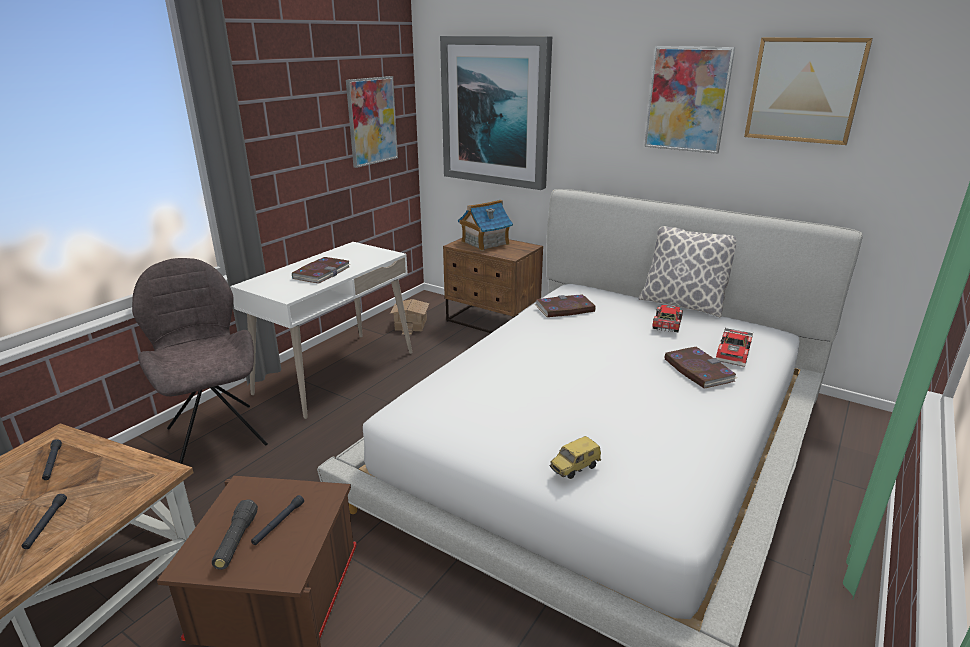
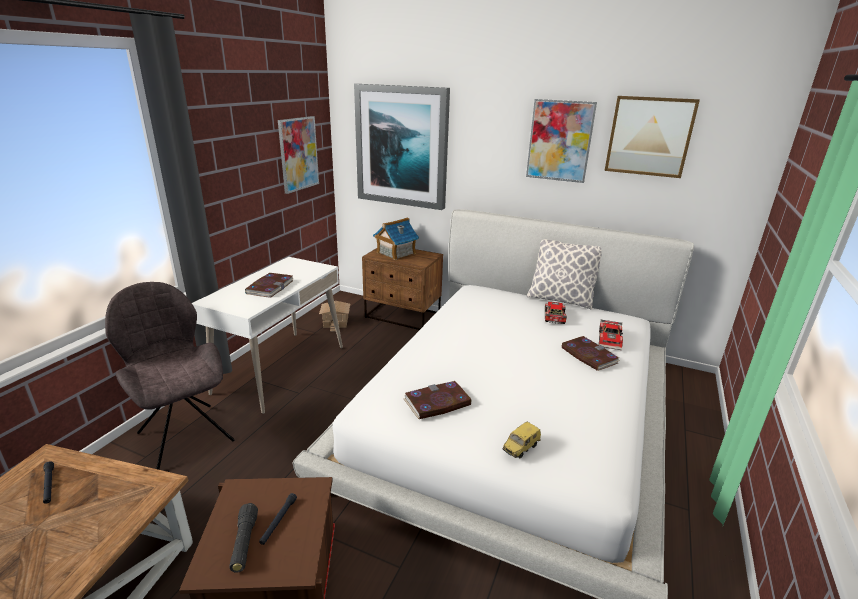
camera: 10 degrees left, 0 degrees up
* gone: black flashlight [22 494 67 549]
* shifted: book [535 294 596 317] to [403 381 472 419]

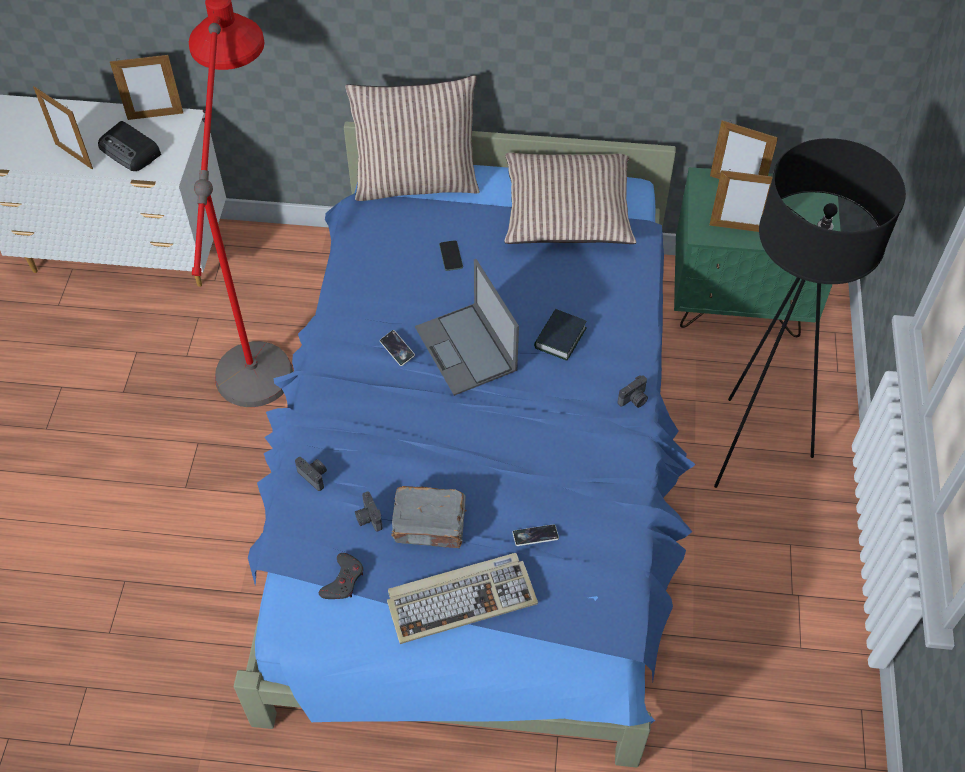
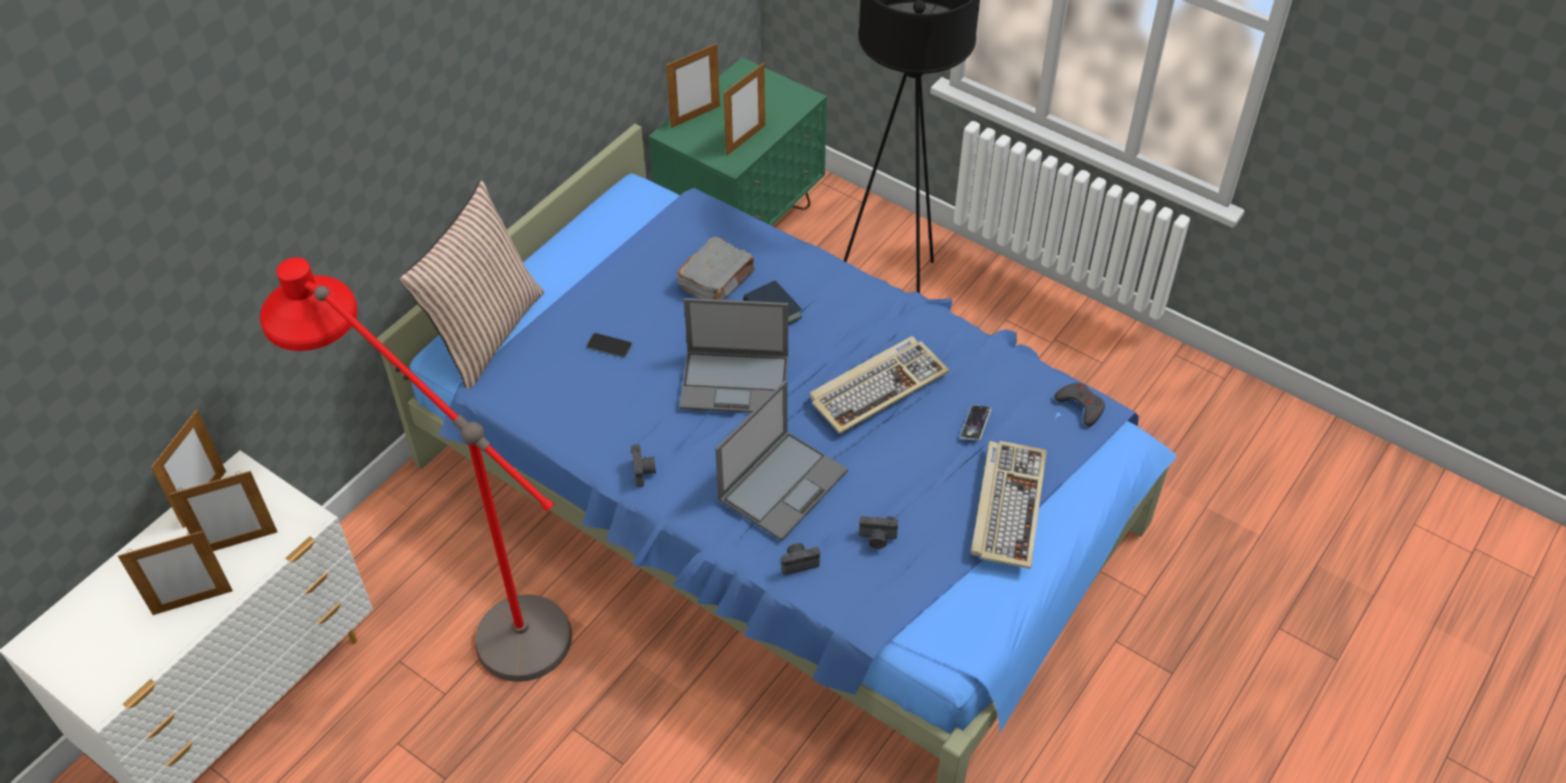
camera: 60 degrees left, 5 degrees down
* gone: phone [380 330 415 366]
* gone: pillow [505 153 636 244]
* new: laptop [715 380 848 541]
* new: keyboard [810 336 949 434]
* shifted: grey game controller [319 553 363 599] to [1054 383 1105 426]
* shifted: grey book [391 486 466 548] to [677 237 755 300]
* shifted: photo camera [617 375 648 408] to [631 444 656 487]
* swapped: radio [98 121 161 171] to picture frame [169 471 278 551]

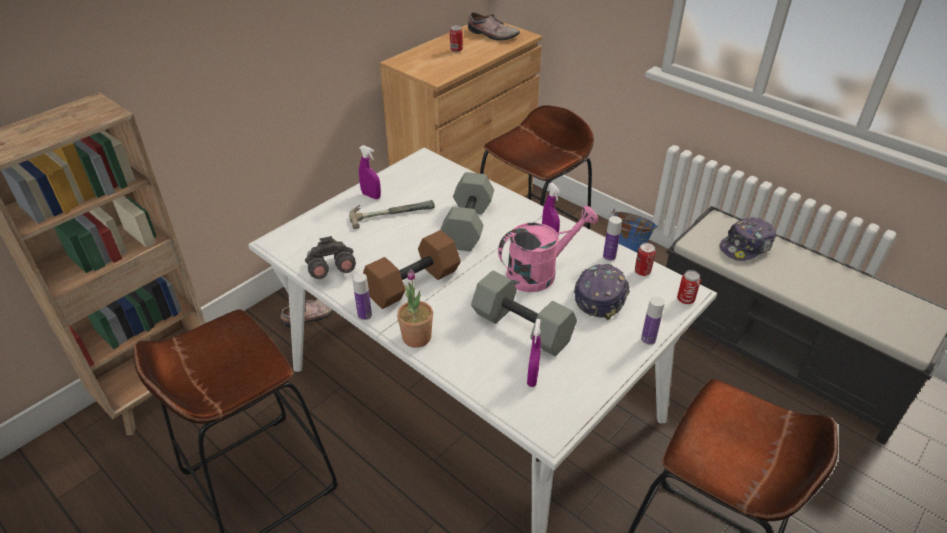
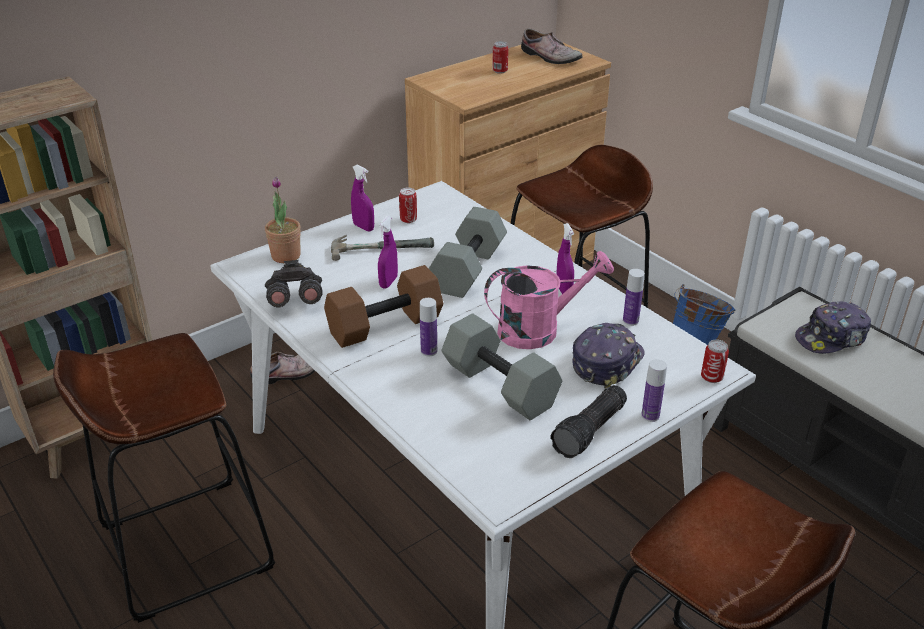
camera: 10 degrees right, 5 degrees down
* new: flashlight [550 385 627 458]
* shifted: bottle [353 273 372 321] to [420 298 437 356]
* shifted: potted plant [397 269 433 348] to [265 177 301 263]
* shifted: purple spray bottle [527 319 541 387] to [378 216 398 288]
* shifted: can [635 243 656 276] to [399 188 417 223]

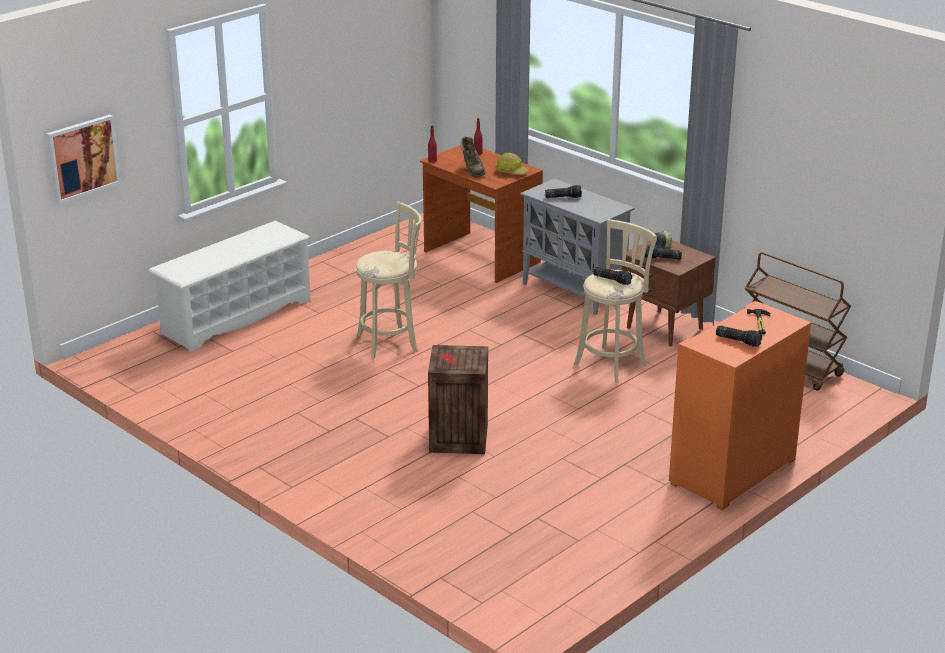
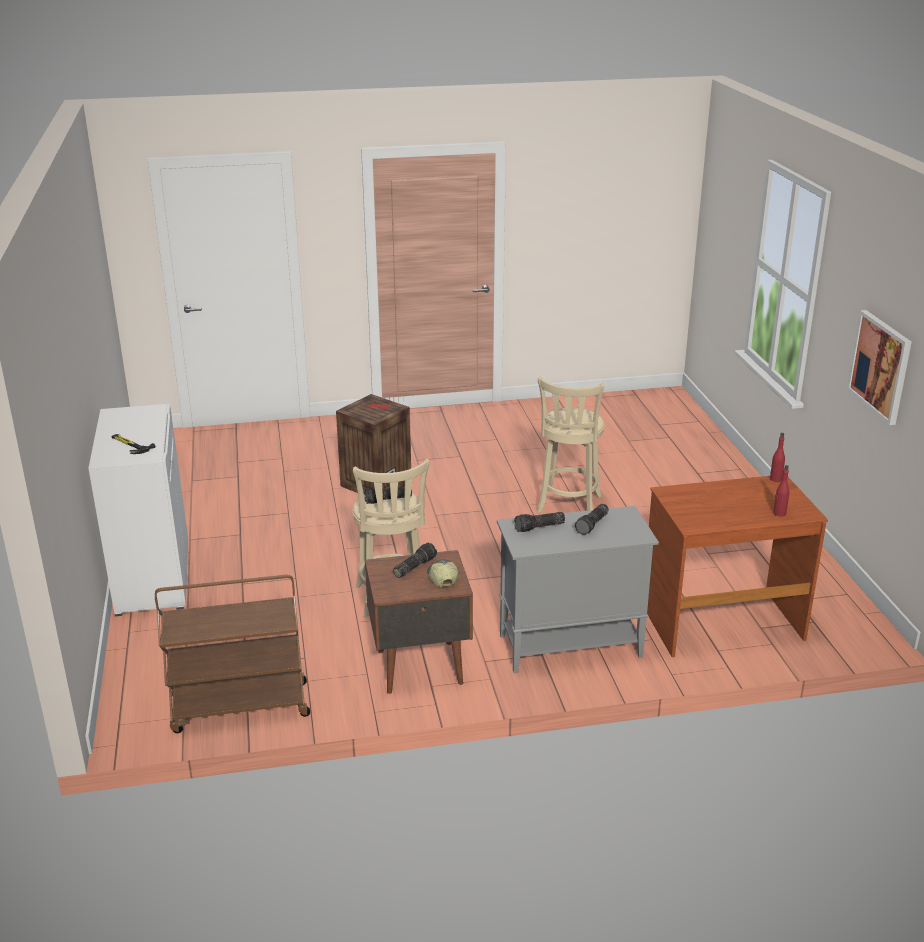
camera: 125 degrees right, 0 degrees up
* gone: white shoe rack [148 221 311 352]
* gone: brown boot [460 136 486 178]
* gone: hard hat [496 152 529 175]
* shifted: picture [47 115 121 204] to [847 310 912 425]
* shifted: flashlight [716 325 762 347] to [514 512 565 532]
* repainted: orange cabinet [669 301 811 510] to white cabinet [88 404 188 617]

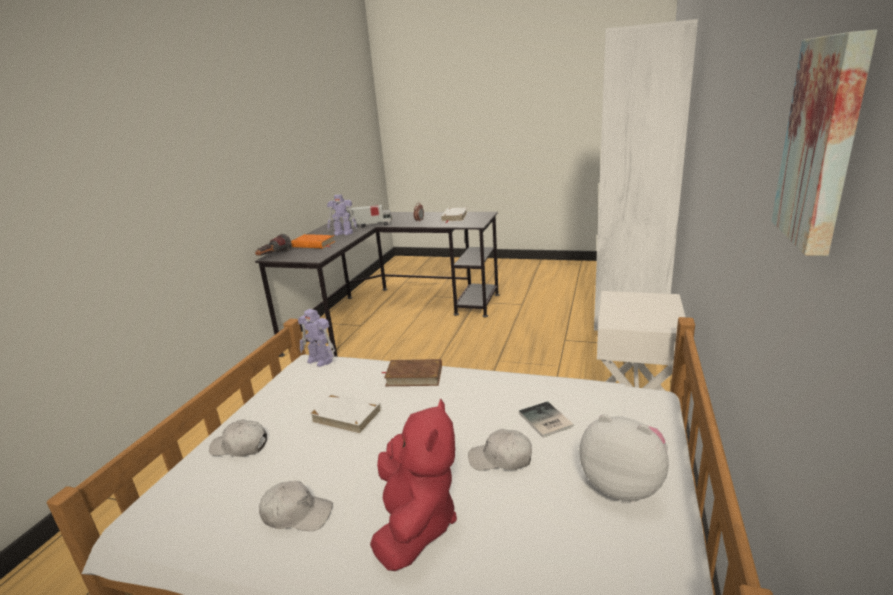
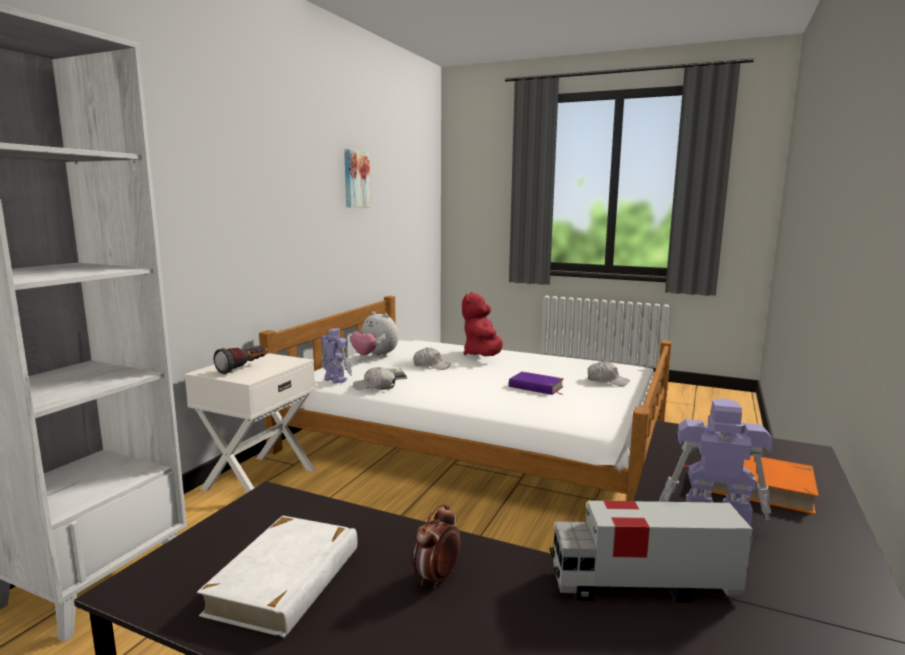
camera: 175 degrees left, 10 degrees down
* gone: brown book [382 359 442 386]
* shifted: flashlight [255 234 292 256] to [214 347 268 374]
* shifted: white cap [259 481 333 531] to [353 367 396 390]
* shifted: toy robot [298 309 335 367] to [321 328 352 383]
* repainted: white book [309 393 382 435] to purple book [509 372 564 395]

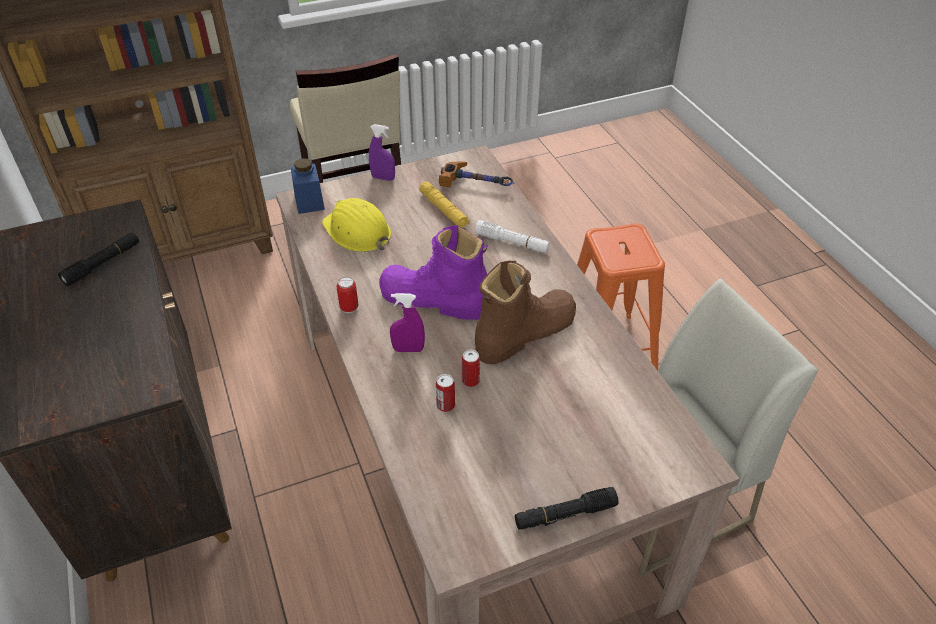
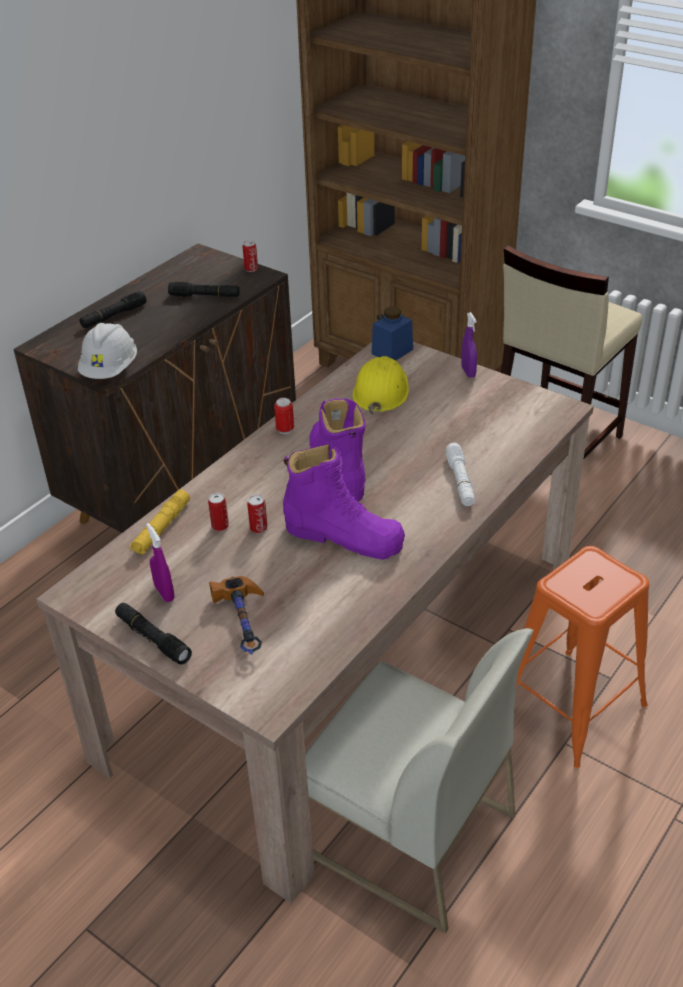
camera: 60 degrees right, 5 degrees down
* new: white hard hat [78 323 137 379]
* new: black flashlight [80 291 147 328]
* new: can [243 240 258 272]
* shifted: purple spray bottle [390 293 425 352] to [146 523 175 602]
* shifted: yellow flashlight [419 182 470 228] to [129 490 190 554]
* shifted: hammer [439 162 515 187] to [209 576 264 655]
* repainted: brown boot [475 261 576 364] to purple boot [283 444 405 560]

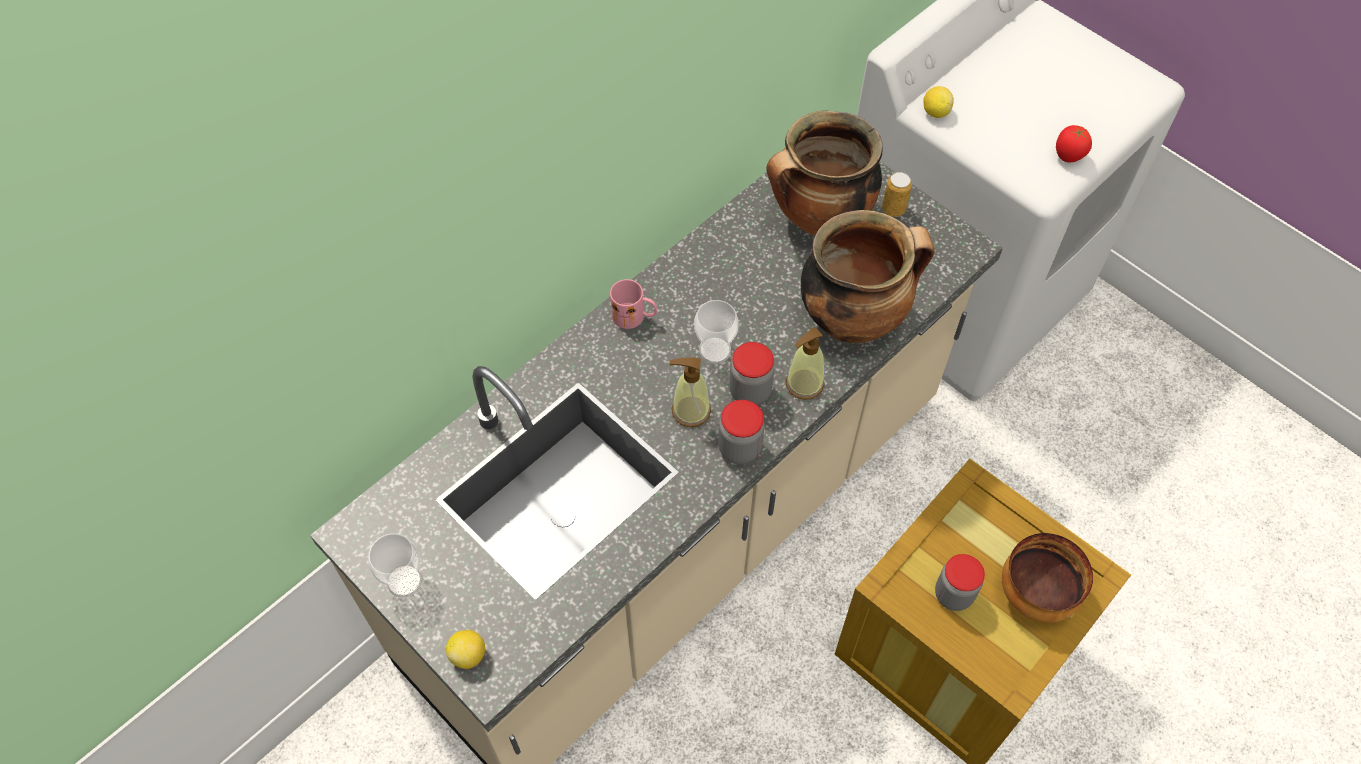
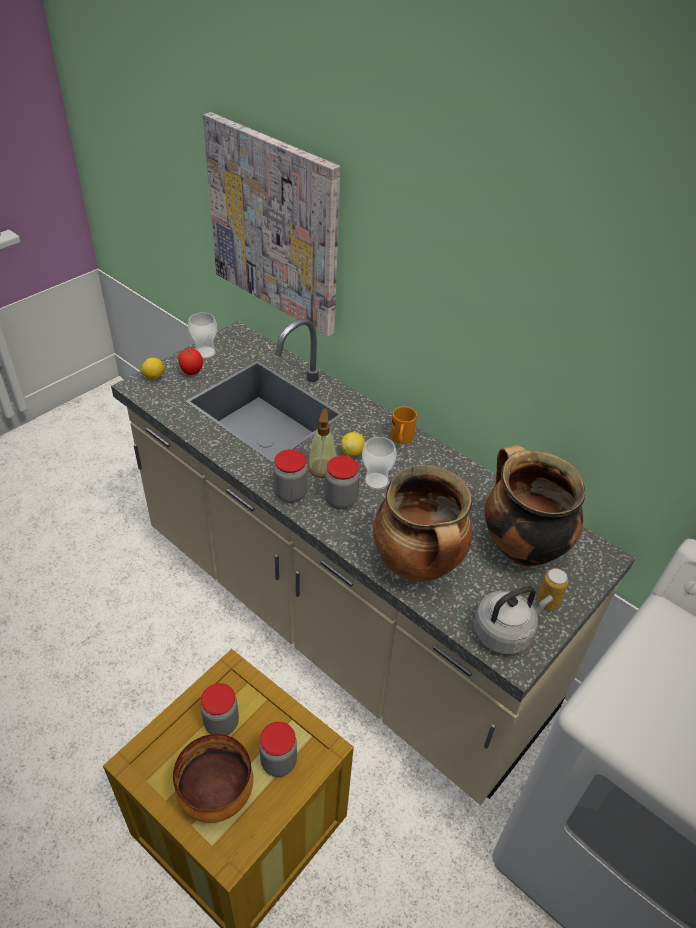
camera: 85 degrees right, 15 degrees down
* gone: soap dispenser [786 327 825 400]
* new: picture [203 112 340 337]
* new: jar [259 722 297 777]
* new: grey kettle [474 586 553 654]
* shifted: lemon [923 86 954 118] to [341 432 365 457]
* shifted: tomato [1056 125 1092 162] to [178 348 203 375]
* repainted: pink mug [610 279 658 329] to orange mug [390 407 417 444]

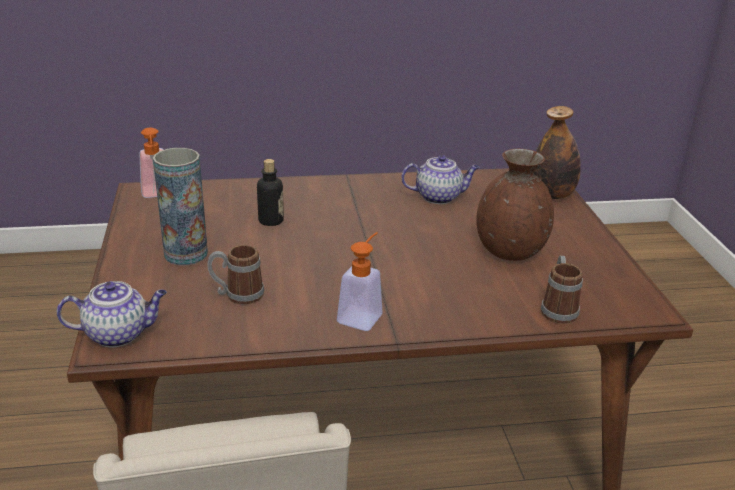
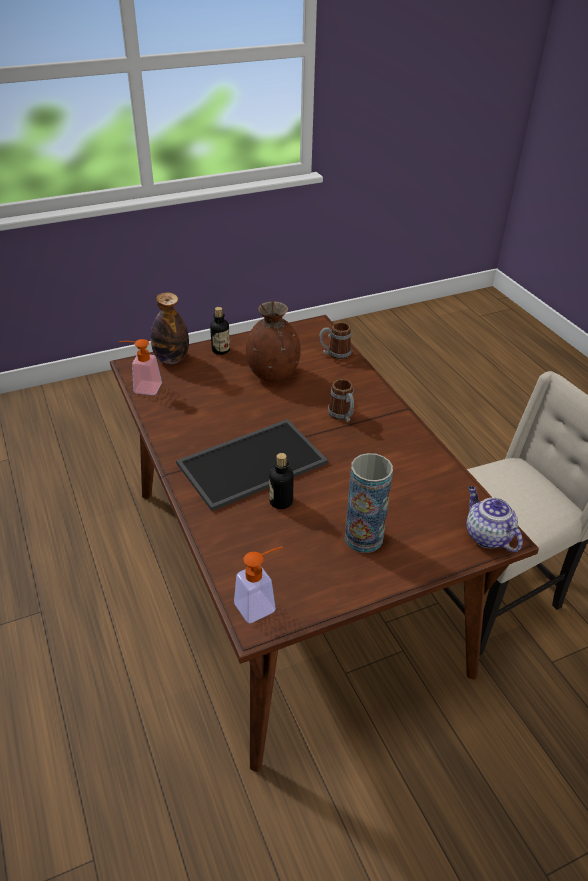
camera: 105 degrees left, 10 degrees up
* gone: teapot [401 155 480 204]
* new: tray [176 419 328 511]
* new: bottle [210 307 230 355]
* shifted: mug [207 245 264 305] to [328 379 354 422]
* shifted: soap dispenser [337 232 382 331] to [119 339 162 395]

